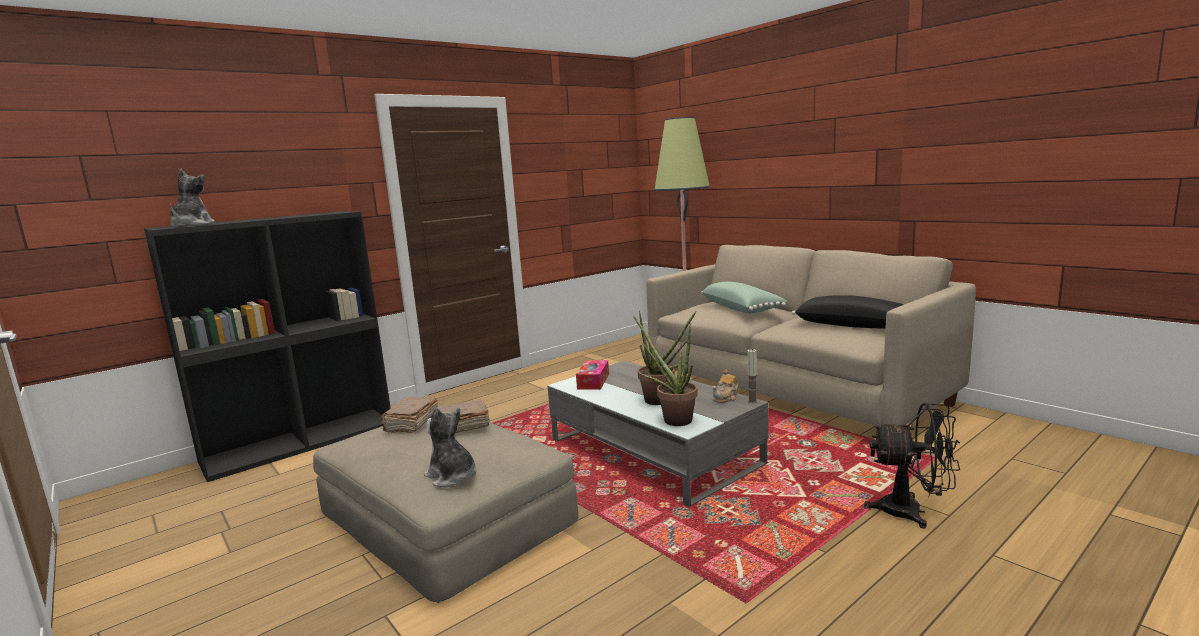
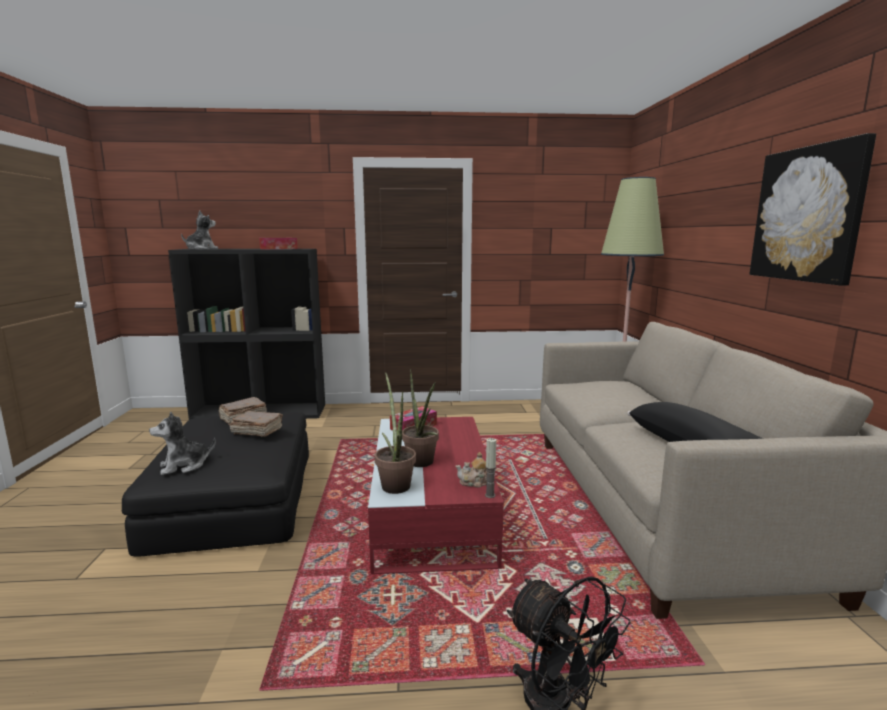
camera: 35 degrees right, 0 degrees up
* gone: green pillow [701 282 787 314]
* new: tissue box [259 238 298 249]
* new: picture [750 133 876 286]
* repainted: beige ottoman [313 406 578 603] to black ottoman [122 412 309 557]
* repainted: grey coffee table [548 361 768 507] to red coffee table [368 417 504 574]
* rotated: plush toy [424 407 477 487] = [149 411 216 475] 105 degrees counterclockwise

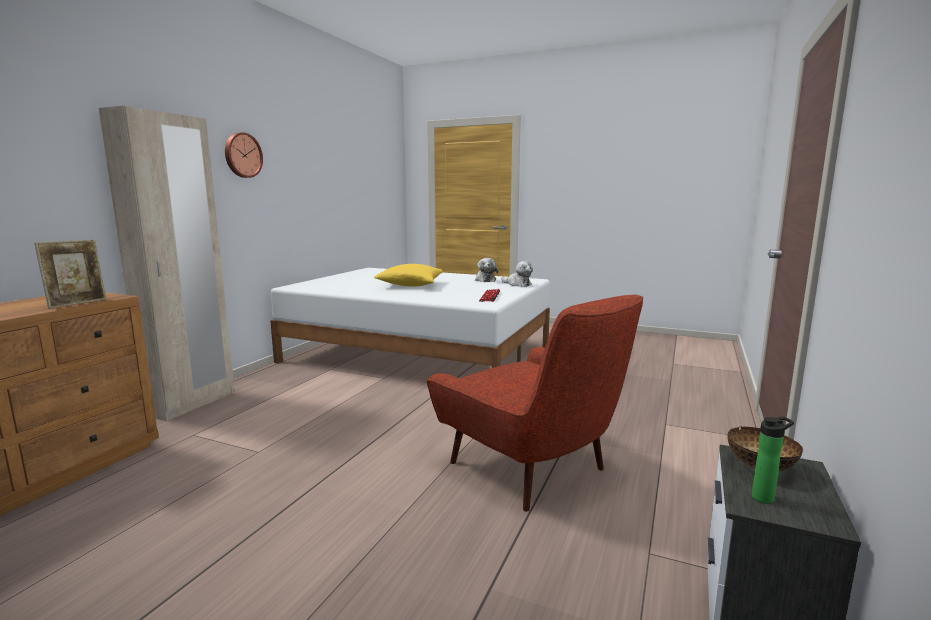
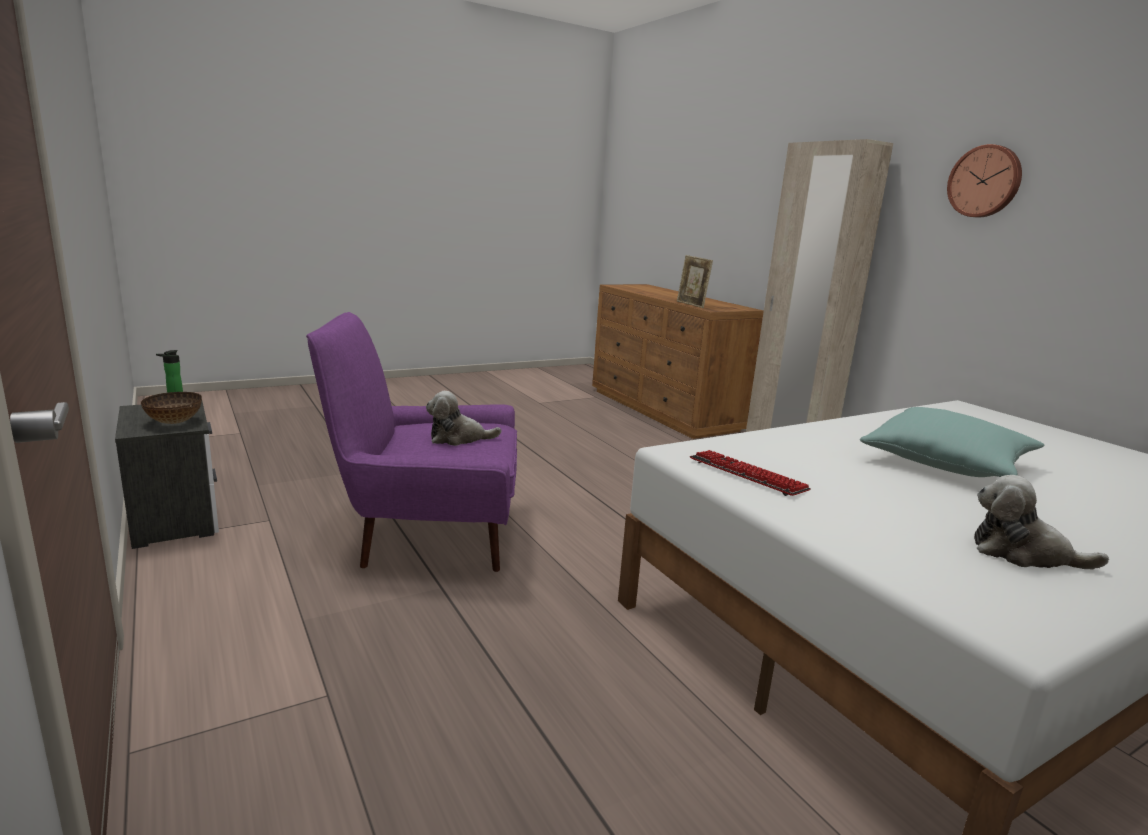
camera: 125 degrees right, 5 degrees up
* shifted: plush toy [501 261 533 287] to [426 391 501 446]
* repainted: yellow pillow [374 264 443 287] to turquoise pillow [860 407 1044 477]
* repainted: red armchair [427 295 643 511] to purple armchair [306 312 517 572]

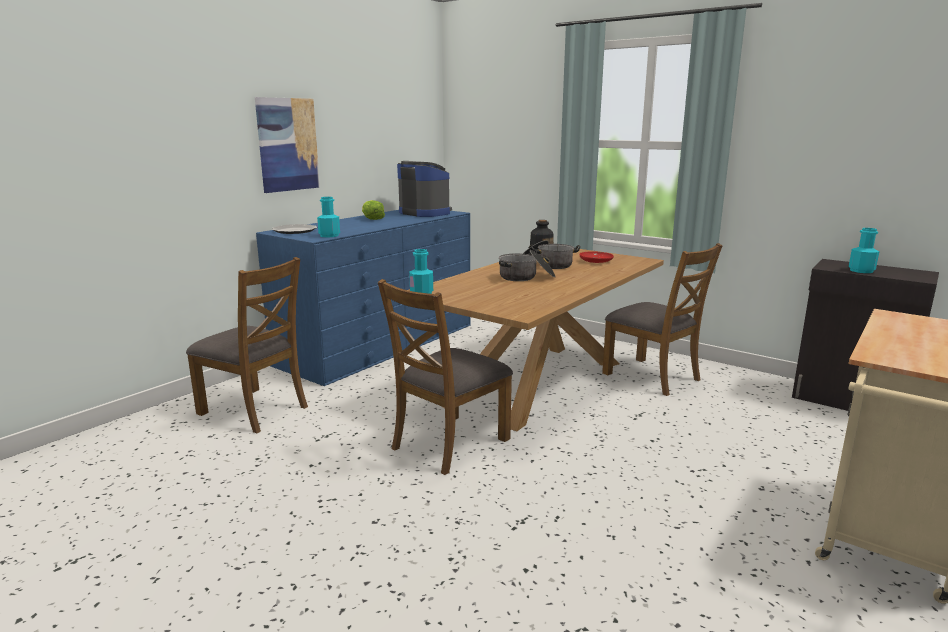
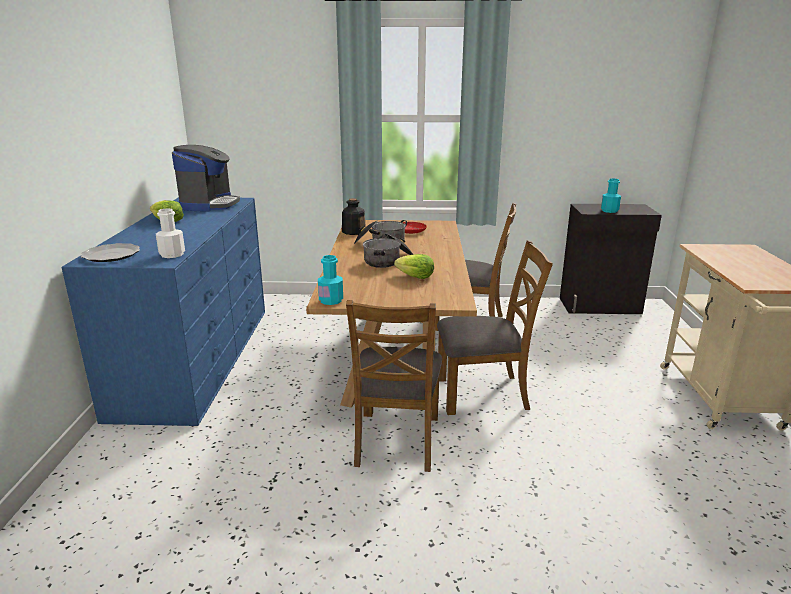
camera: 35 degrees left, 5 degrees up
* gone: picture [255 97 320 193]
* new: lettuce [394 254 434 279]
* shifted: brown chair [186 257 308 433] to [437 240 553 415]
* repainted: turquoise bottle [317 197 340 237] to white bottle [156 208 185 258]
* rotated: coffee machine [397 161 452 217] = [172 145 240 211] 90 degrees clockwise

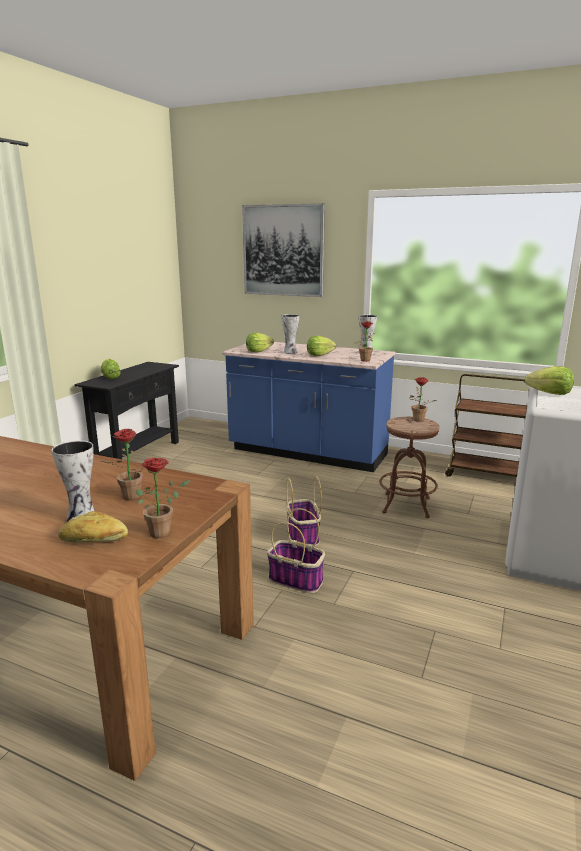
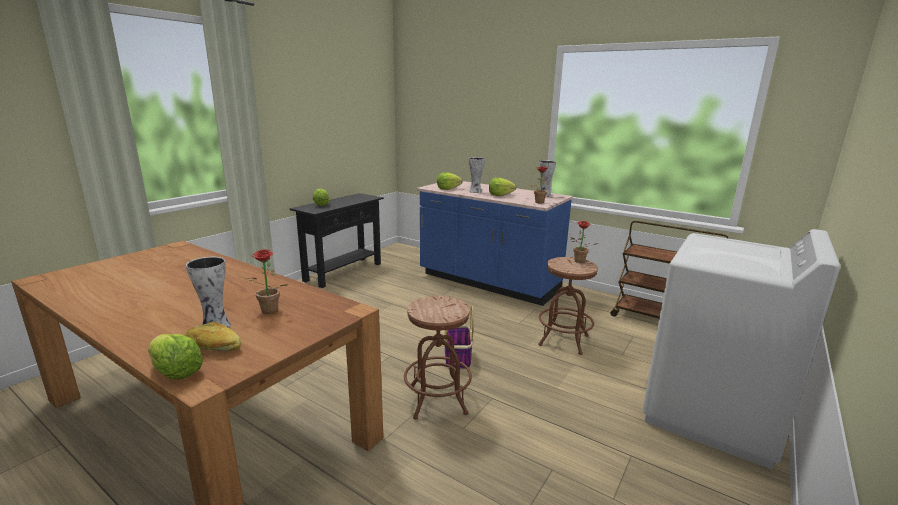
camera: 10 degrees right, 0 degrees up
* gone: potted plant [136 458 190 538]
* gone: picture [242 203 325 297]
* shifted: lettuce [525 366 574 395] to [148 334 203 380]
* swapped: basket [267 508 325 593] to brown stool [404 296 472 419]

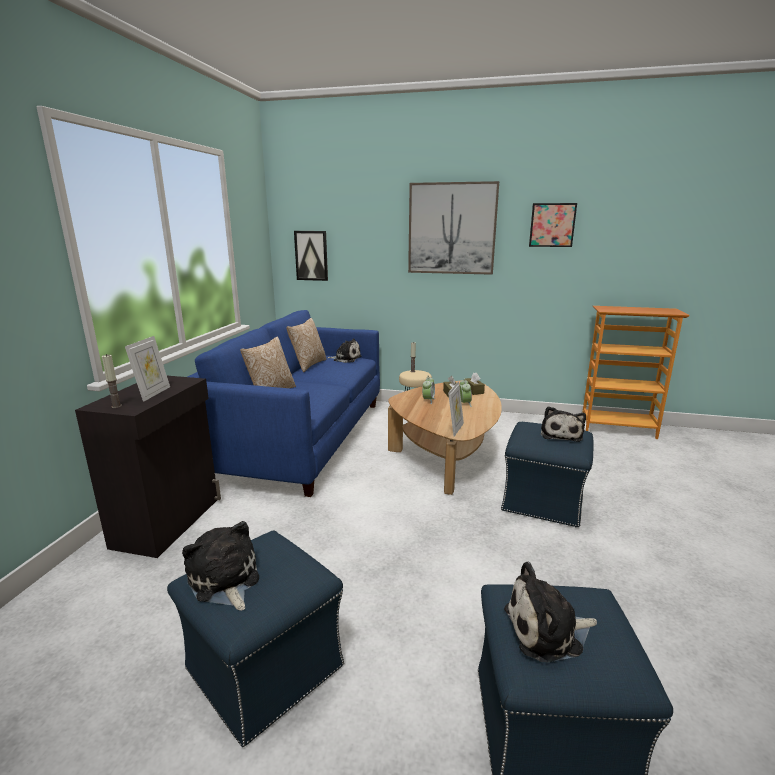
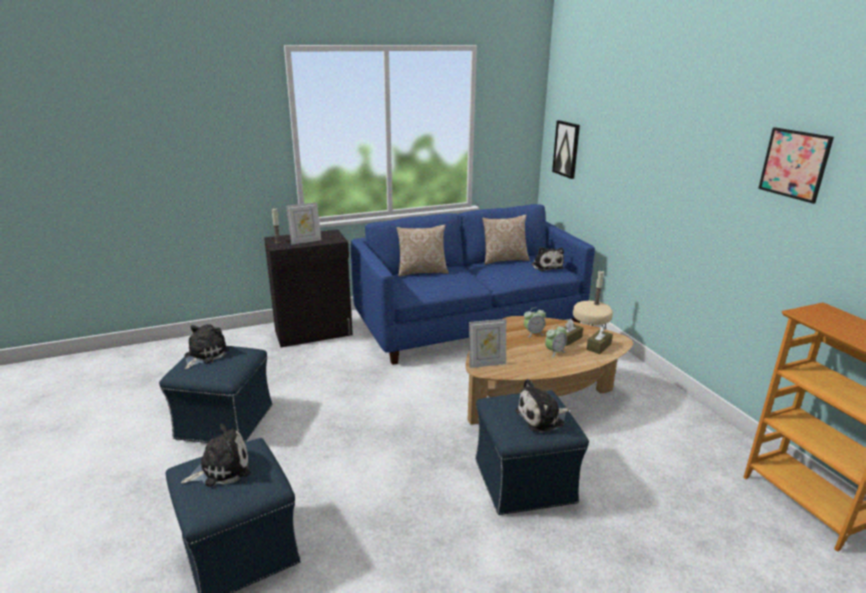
camera: 55 degrees right, 5 degrees up
* gone: picture [408 181 499 275]
* rotated: plush toy [504 562 597 662] = [181 424 250 487] 105 degrees clockwise

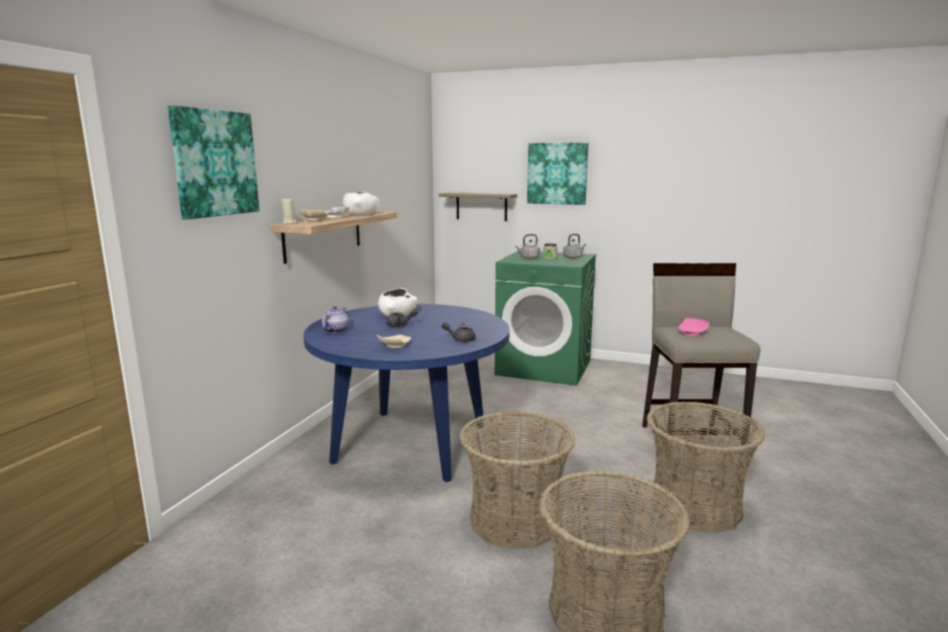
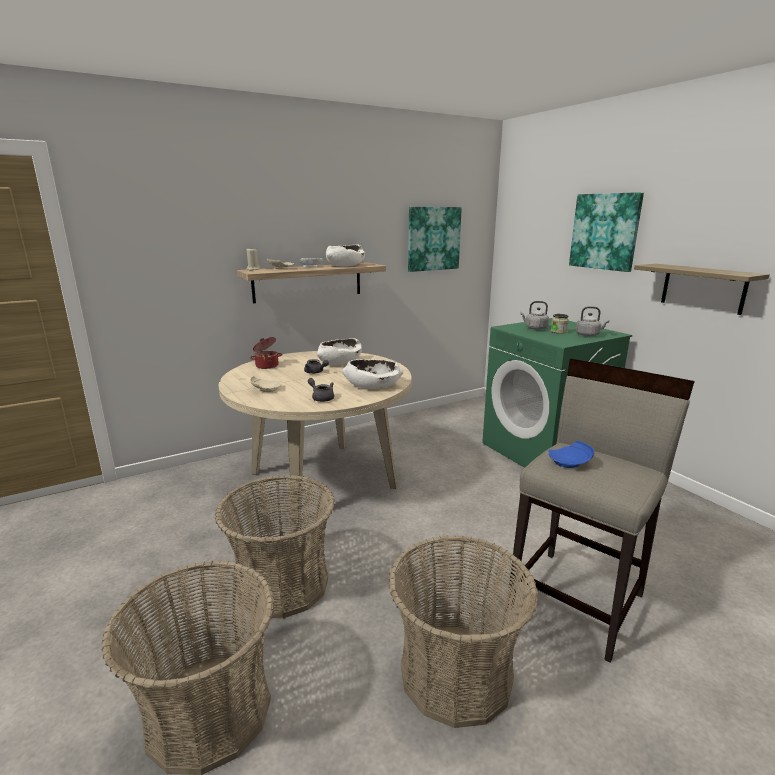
camera: 40 degrees right, 5 degrees up
* new: white bowl [342 359 403 389]
* shifted: picture [168 105 259 220] to [408 207 462 272]
* shifted: shelf [438 193 517 221] to [634 264 770 315]
* swapped: teapot [322 306 348 333] to cooking pot [250 337 283 369]
* repainted: blue dining table [304 304 510 482] to beige dining table [218 351 411 522]
* repainted: pink plate [677 318 709 336] to blue plate [548 440 594 468]

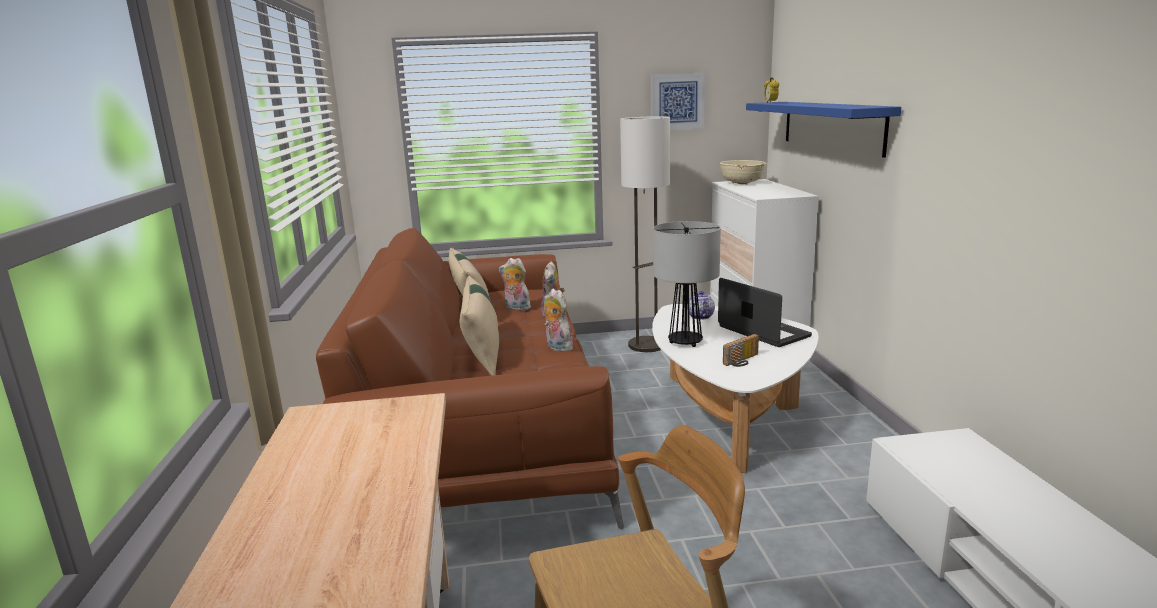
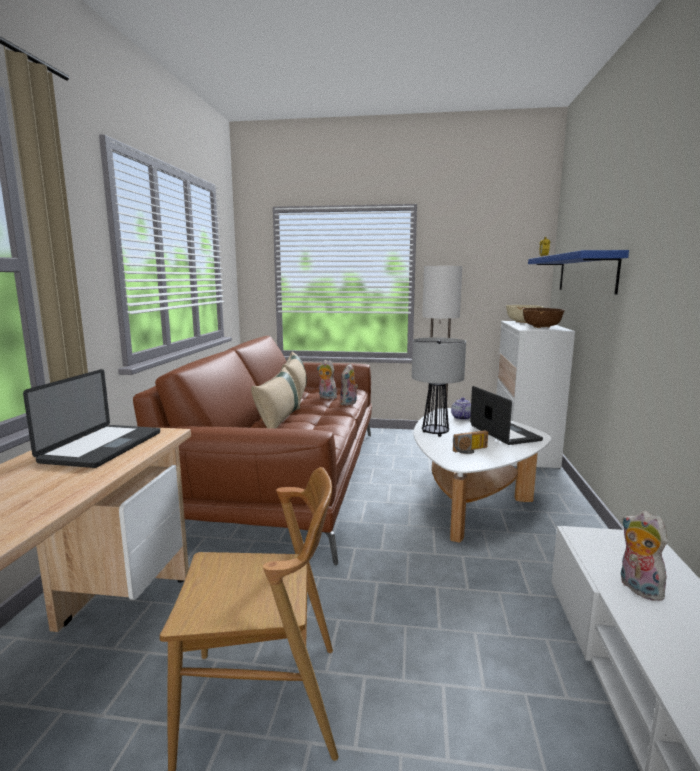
camera: 15 degrees right, 5 degrees down
* gone: picture [651 73 705 130]
* new: laptop [23 369 160 468]
* new: brown bowl [523 308 565 328]
* shifted: plush toy [543 289 573 351] to [621 511 668 601]

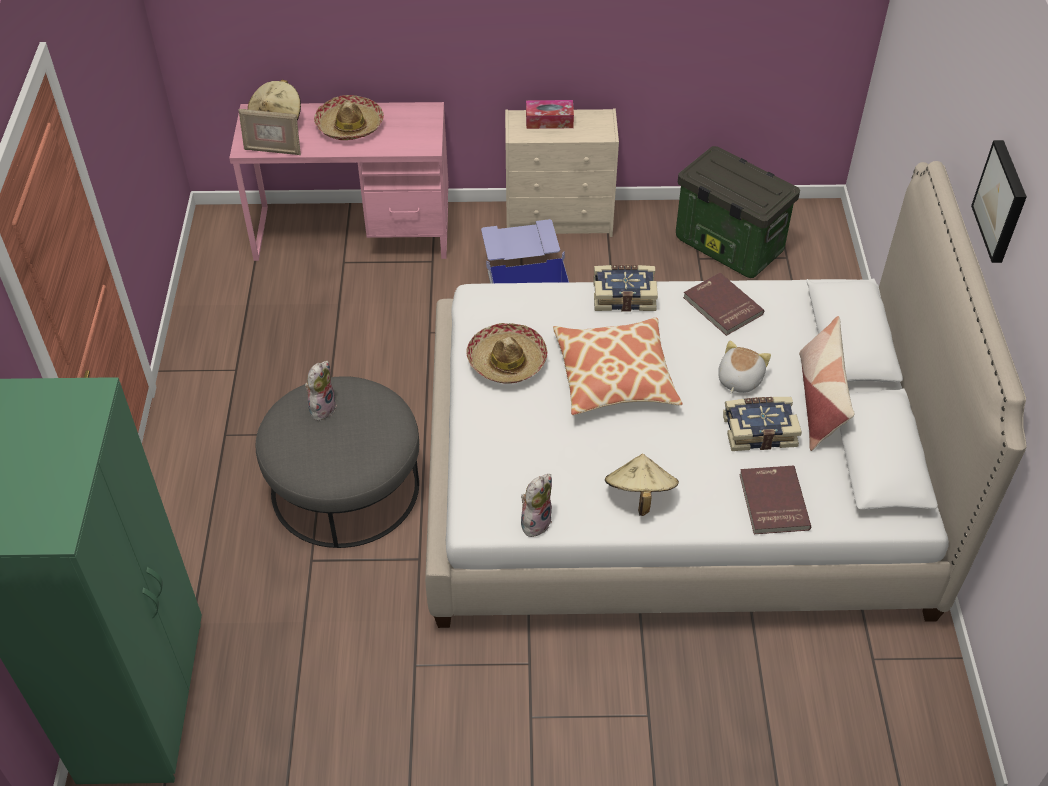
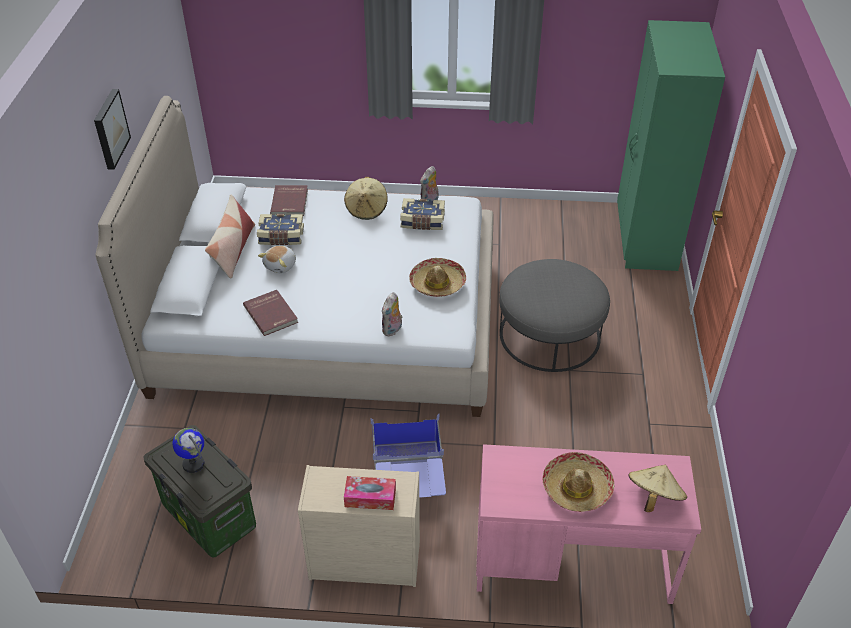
camera: 175 degrees left, 5 degrees down
* gone: picture frame [239 109 301 155]
* gone: pillow [553 318 682 415]
* new: globe [173 428 204 473]
* shifted: plush toy [305 361 337 421] to [382 292 402 336]
* shifted: book [593 265 658 312] to [400 198 445 230]

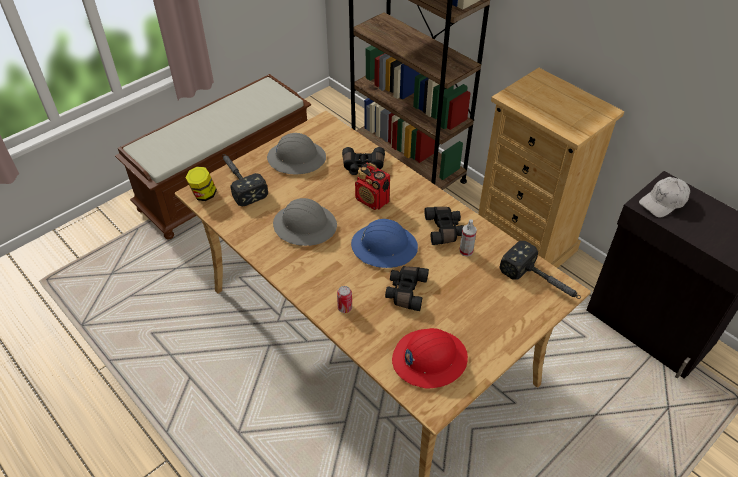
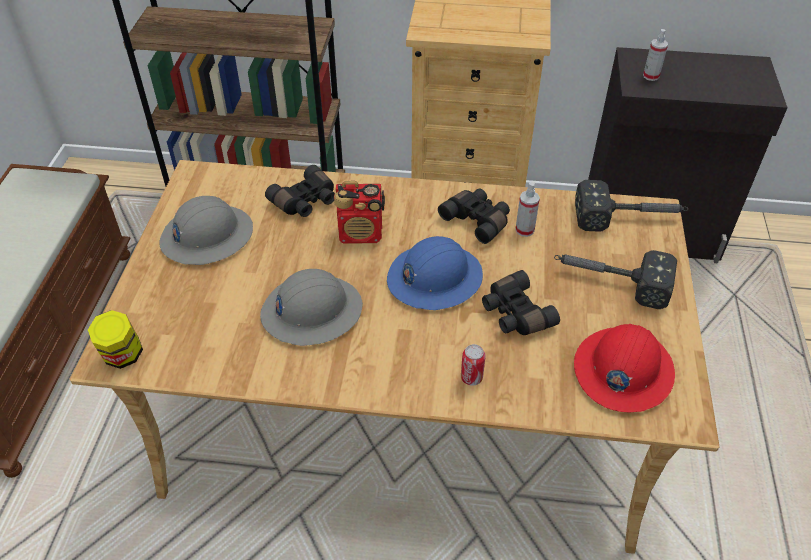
camera: 40 degrees left, 0 degrees up
* shifted: hammer [222 154 268 207] to [554 250 677 309]
* swapped: white cap [639 177 690 218] to spray bottle [643 29 668 81]

